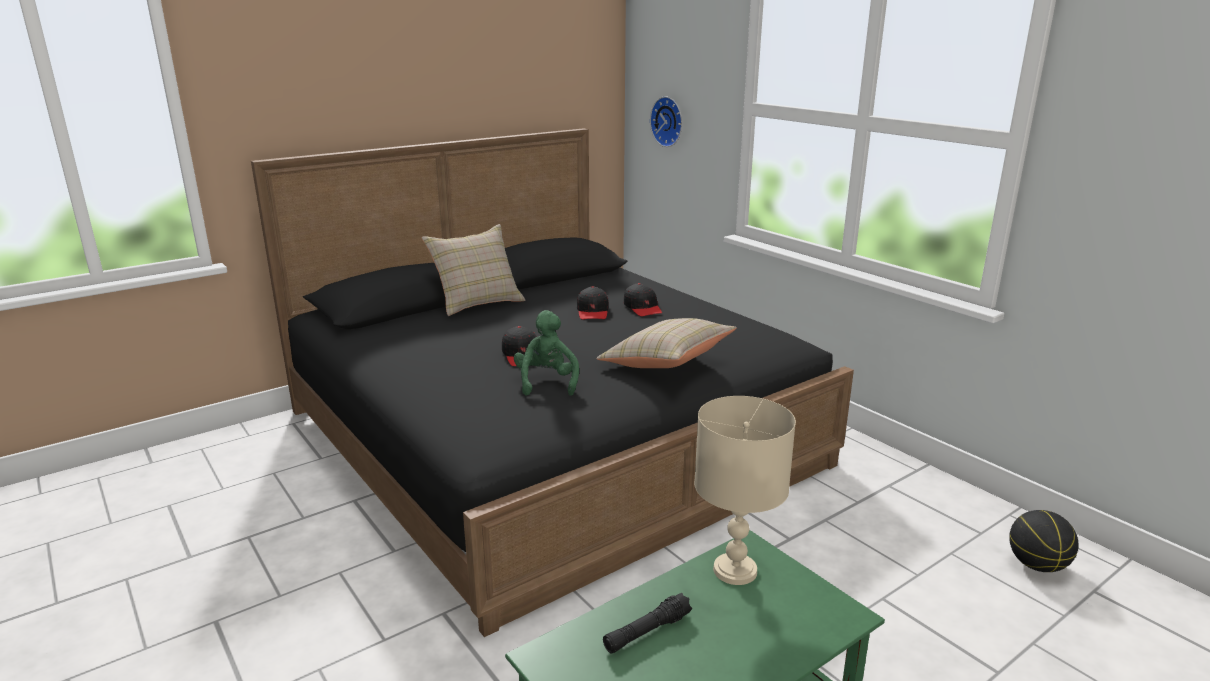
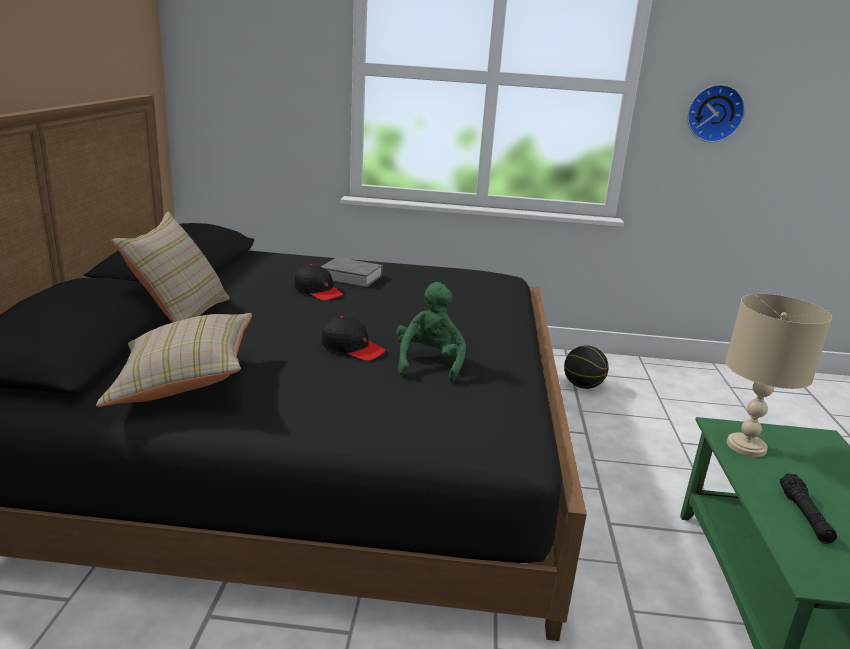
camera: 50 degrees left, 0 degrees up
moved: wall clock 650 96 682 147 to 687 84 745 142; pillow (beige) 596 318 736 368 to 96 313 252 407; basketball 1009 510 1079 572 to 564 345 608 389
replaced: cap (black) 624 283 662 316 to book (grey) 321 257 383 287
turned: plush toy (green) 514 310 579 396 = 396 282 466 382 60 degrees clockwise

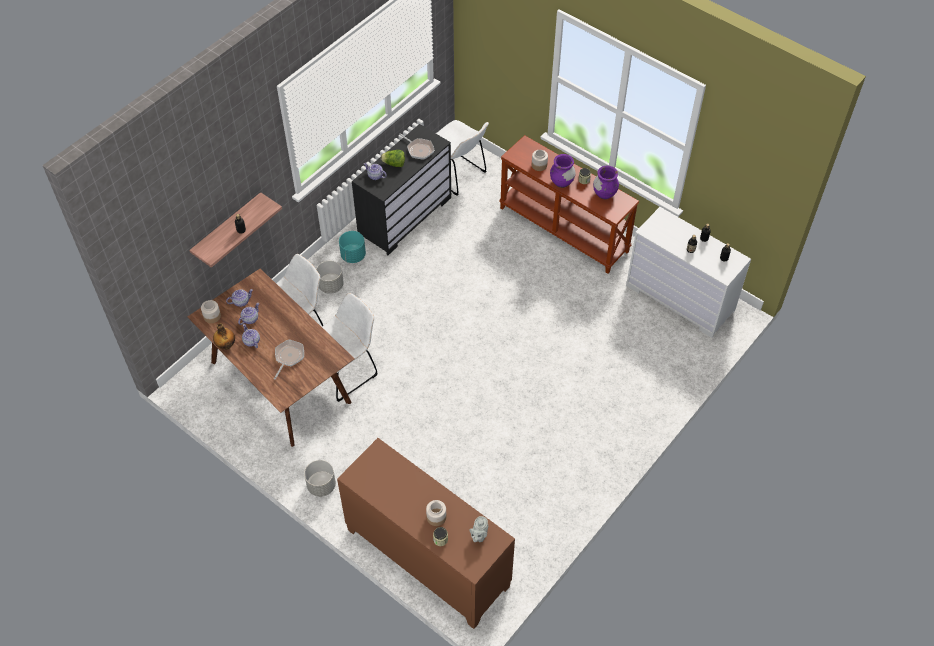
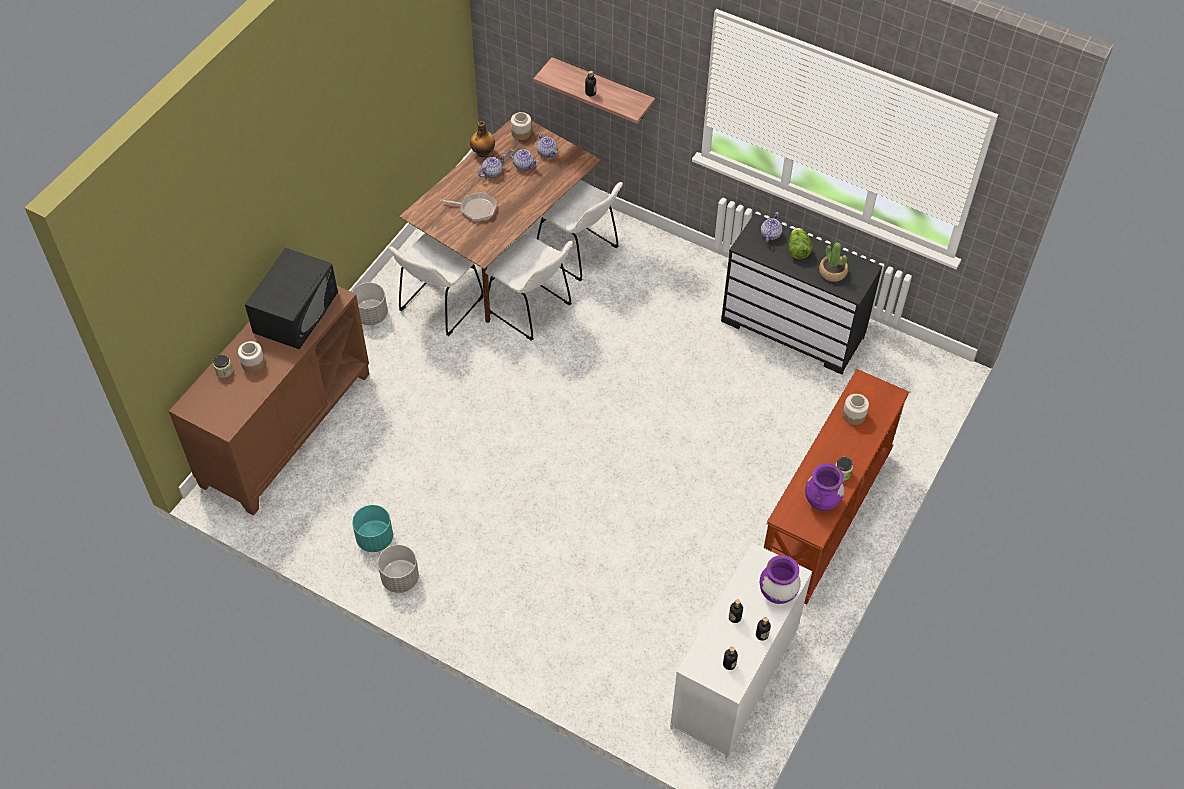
camera: 80 degrees right, 0 degrees up
removed: teapot (grey) 469 516 488 542
added: microwave (black) 245 248 338 349
moved: chair (white) 436 120 489 196 to 389 233 484 336; vase (purple) 550 154 575 188 to 760 555 801 604; planter (turquoise) 339 231 366 263 to 352 505 393 552; planter (grey) 316 261 344 294 to 378 545 419 593
replaced: frying pan 399 133 435 160 to potted plant 819 242 848 282

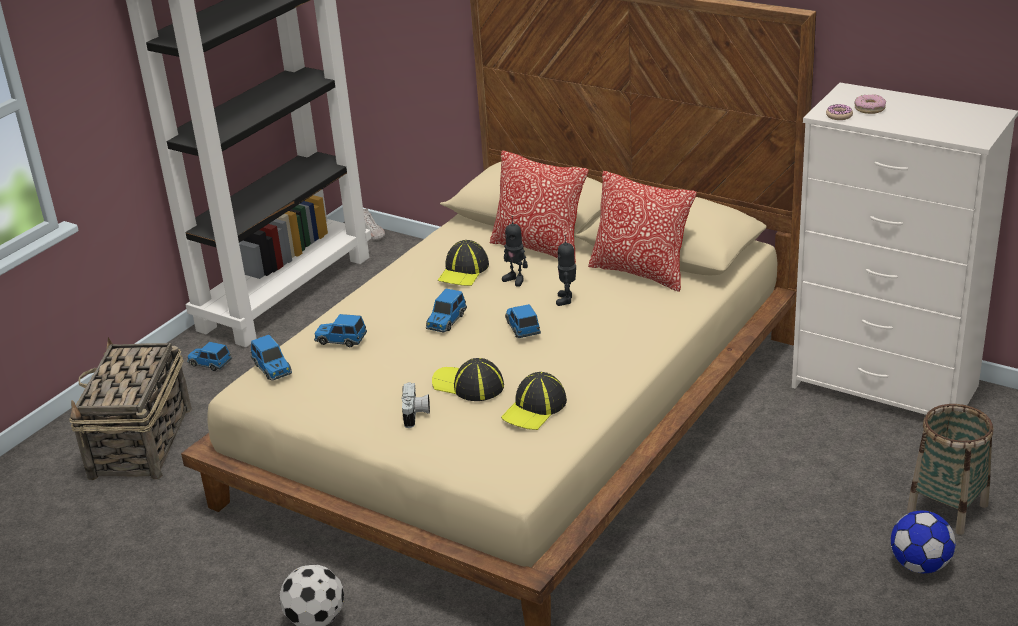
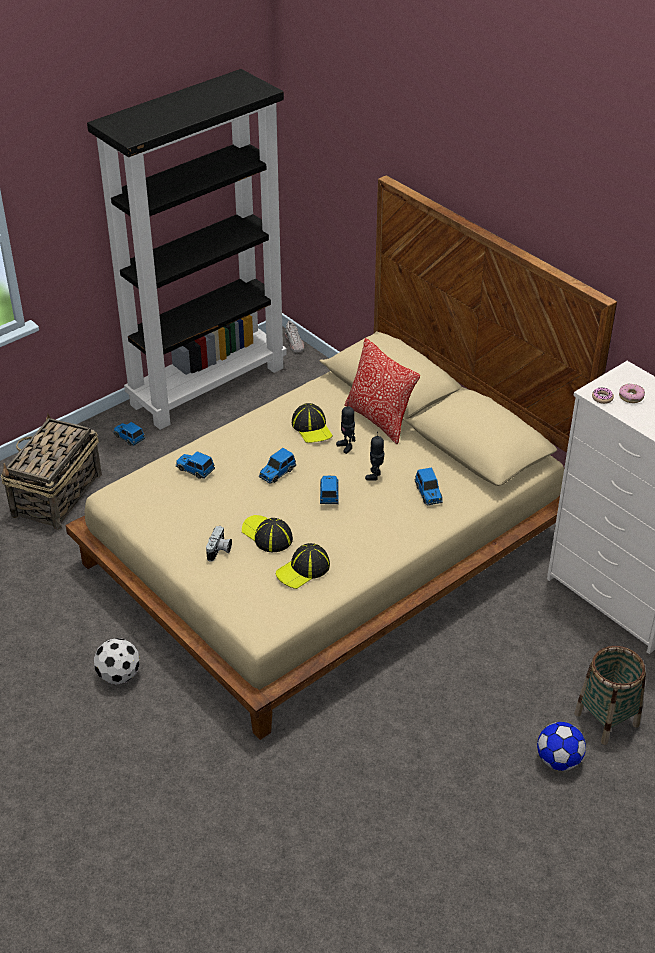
camera: 15 degrees right, 10 degrees up
removed: pillow 588 171 697 292
moved: toy car 251 335 292 381 to 415 467 443 505
turned: cap 438 240 489 286 = 292 403 333 443 60 degrees counterclockwise

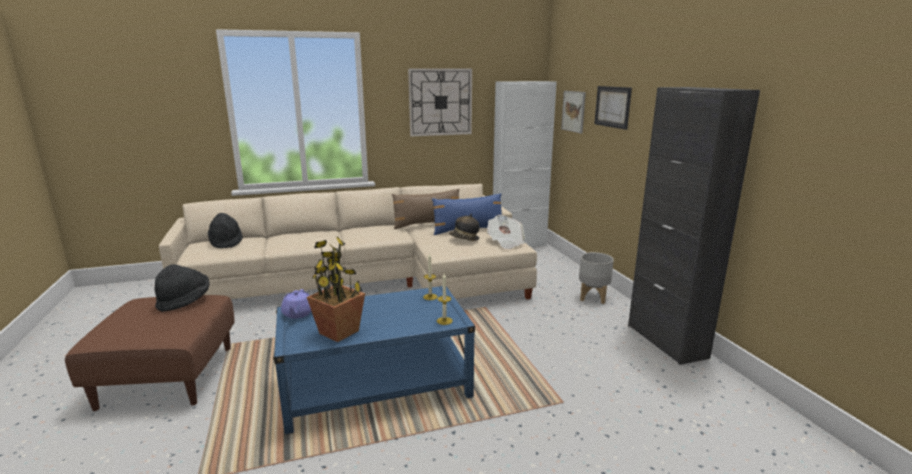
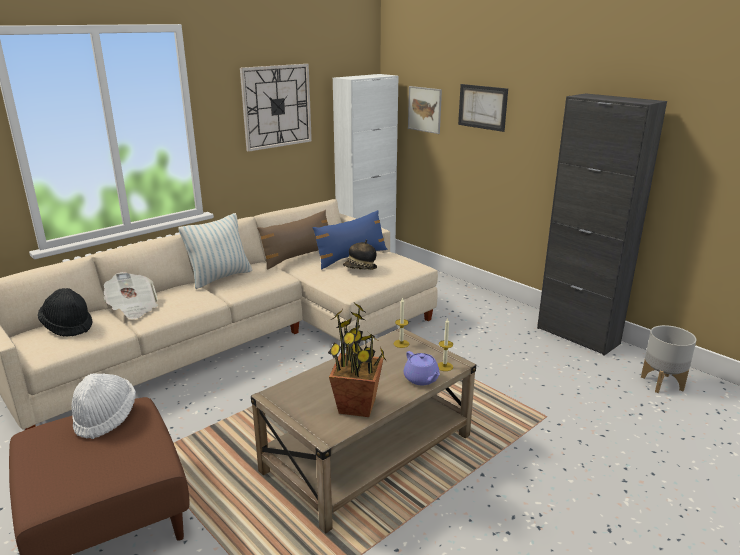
camera: 25 degrees left, 5 degrees up
added: pillow 178 213 252 289
moved: newspaper 487 215 525 249 to 104 272 158 320; planter (grey) 579 252 614 304 to 641 325 697 393; teapot (purple) 281 289 312 319 to 404 351 440 385
recoloured: hat (black) 154 264 209 312 to hat (white) 72 373 136 439; coffee table (blue) 273 286 475 434 to coffee table (beige) 251 328 476 533

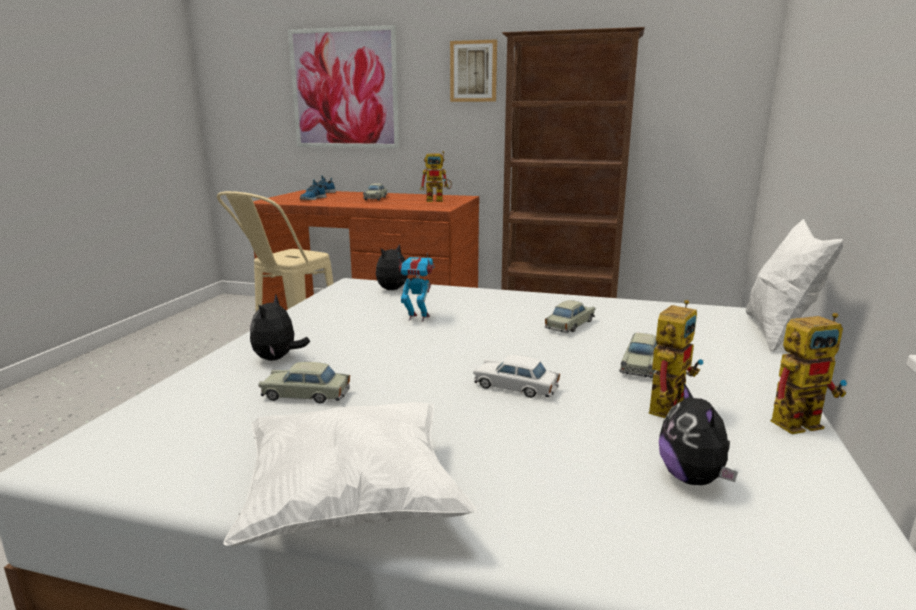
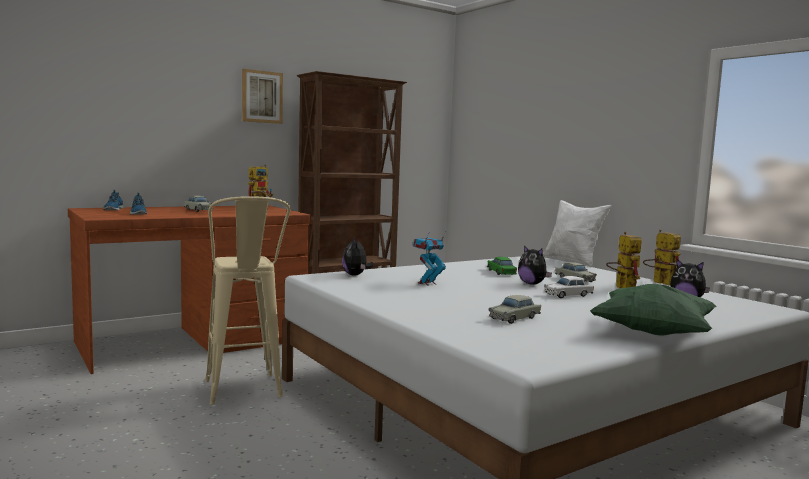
camera: 50 degrees left, 10 degrees down
removed: picture 288 25 399 148
moved: plush toy 250 294 310 361 to 518 245 552 285
recoloured: toy car (beige) 545 300 595 333 to toy car (green) 487 257 517 275; pillow (white) 223 402 477 547 to pillow (green) 590 284 717 336
turned: toy robot 771 313 847 434 = 643 229 681 286 60 degrees counterclockwise

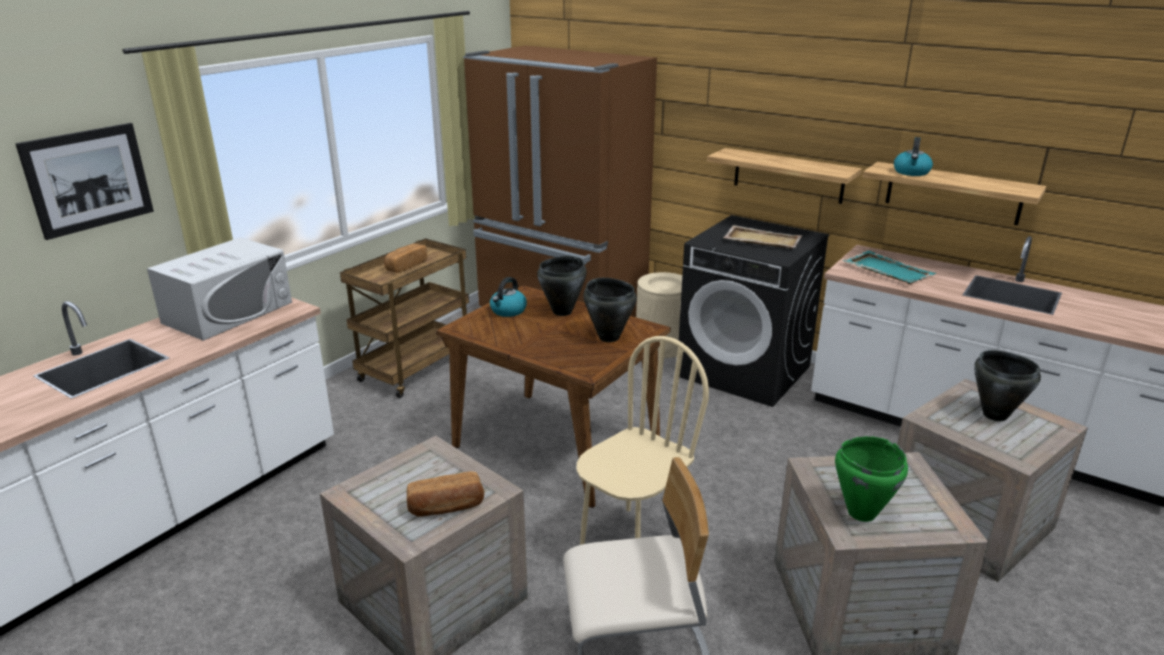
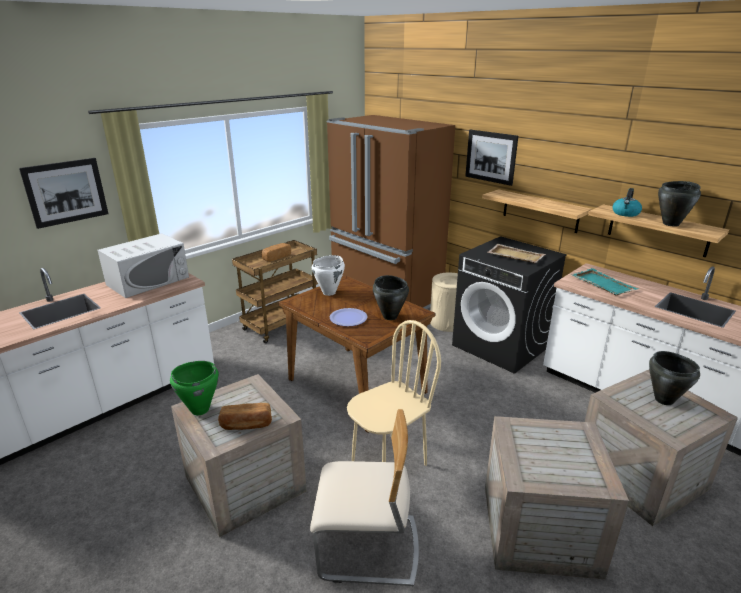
camera: 10 degrees right, 0 degrees up
added: picture 465 130 518 186; plate 330 308 368 326
moved: cooking pot (black) 537 256 586 316 to 658 181 701 227; cooking pot (green) 835 436 908 522 to 170 361 219 415
replaced: kettle 490 277 527 317 to cooking pot (white) 312 255 345 296

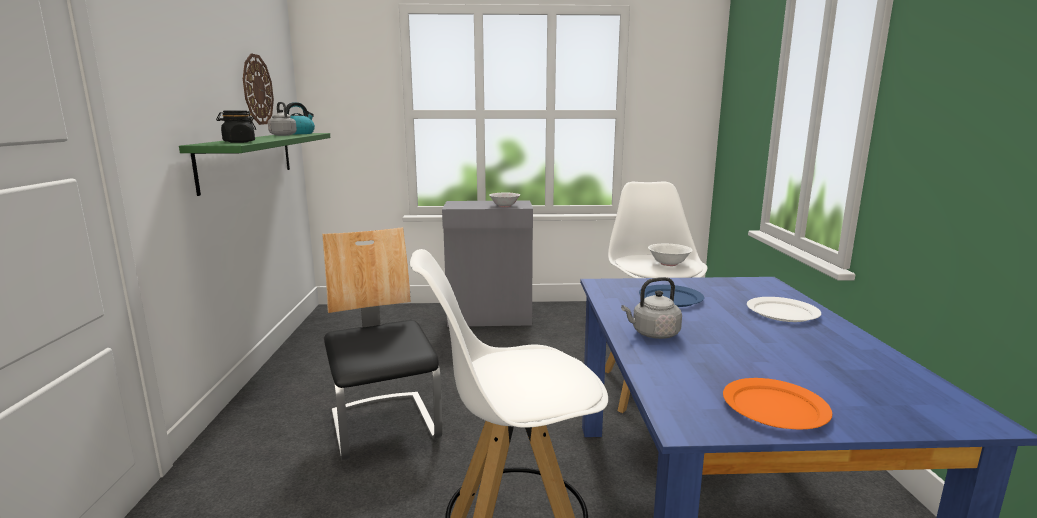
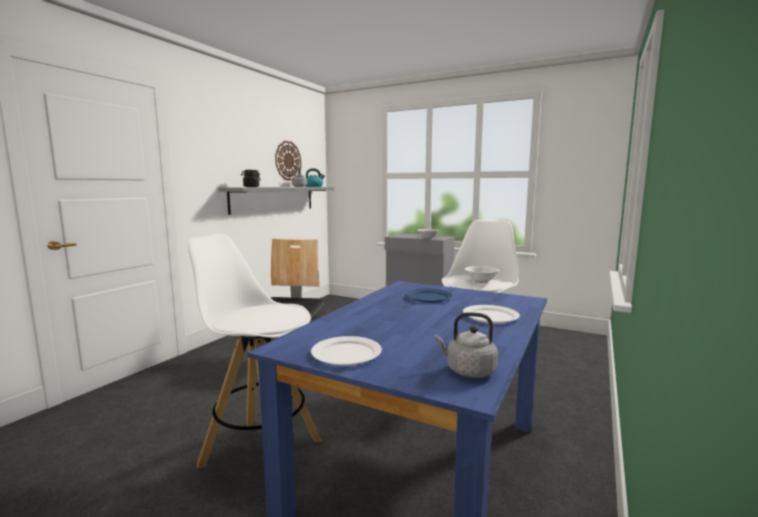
camera: 30 degrees right, 5 degrees down
moved: kettle (grey) 621 277 682 339 to 435 312 498 378
recoloured: shelf (green) 179 133 330 196 to shelf (grey) 219 187 335 215; plate (orange) 723 378 832 429 to plate (white) 311 336 382 366

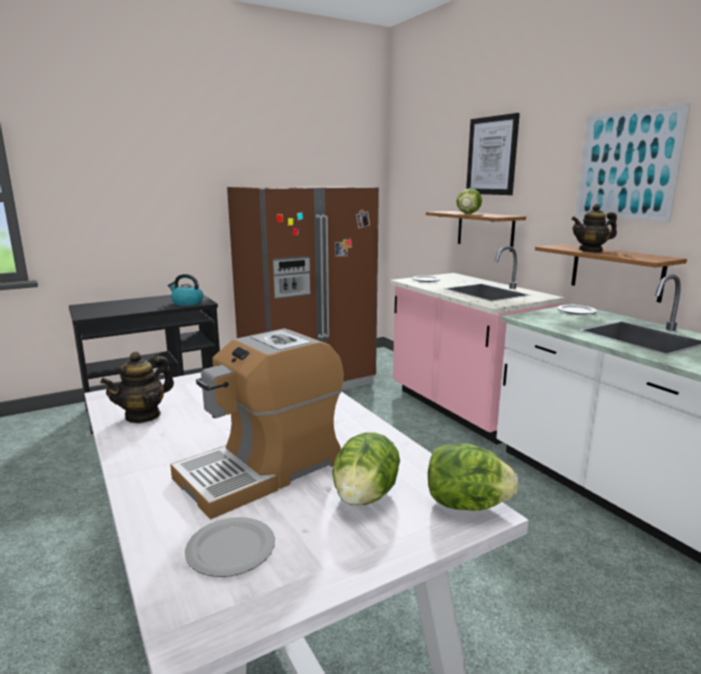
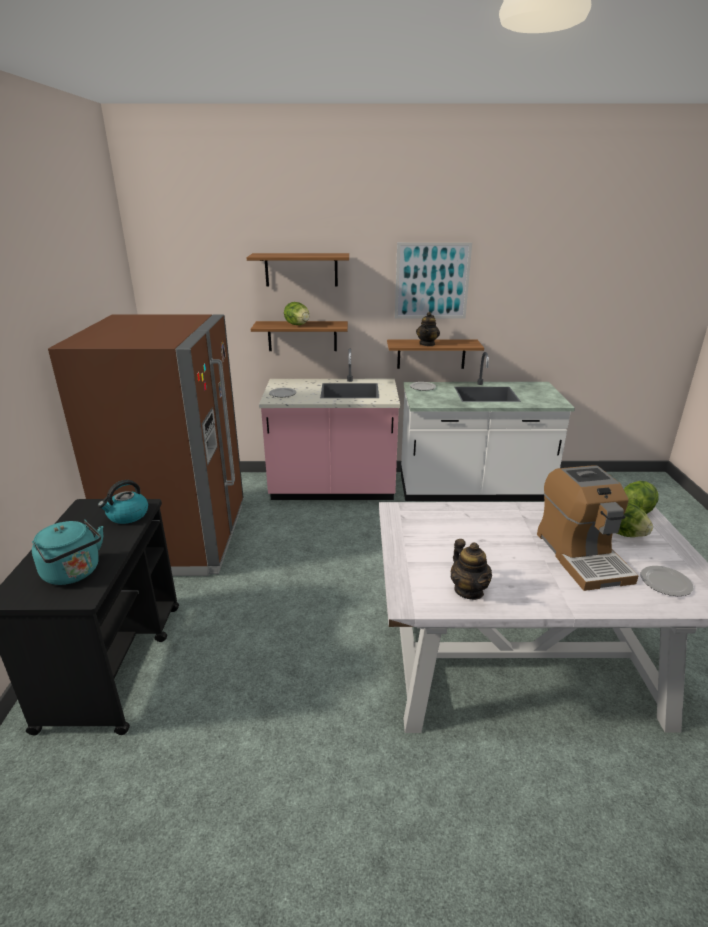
camera: 60 degrees left, 10 degrees up
added: kettle (turquoise) 32 520 103 585
replaced: picture 466 113 520 195 to shelf 246 253 349 287

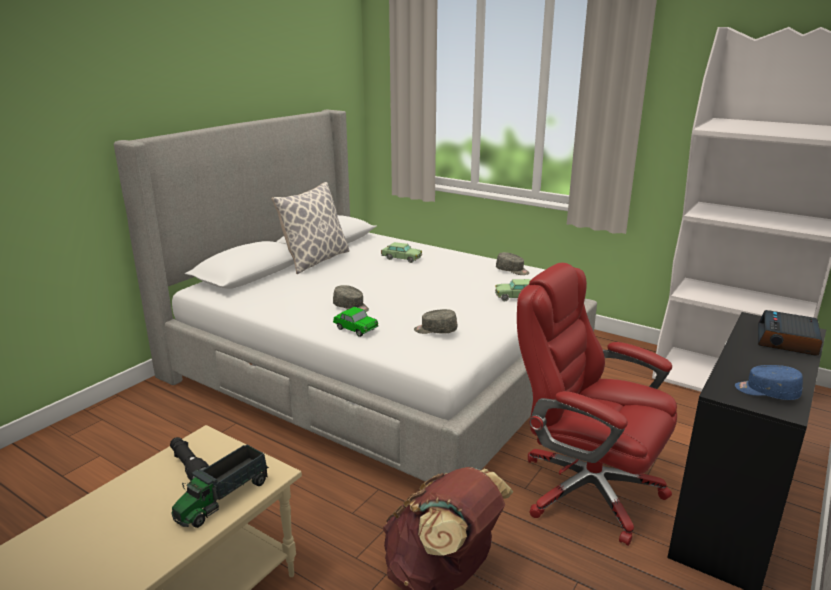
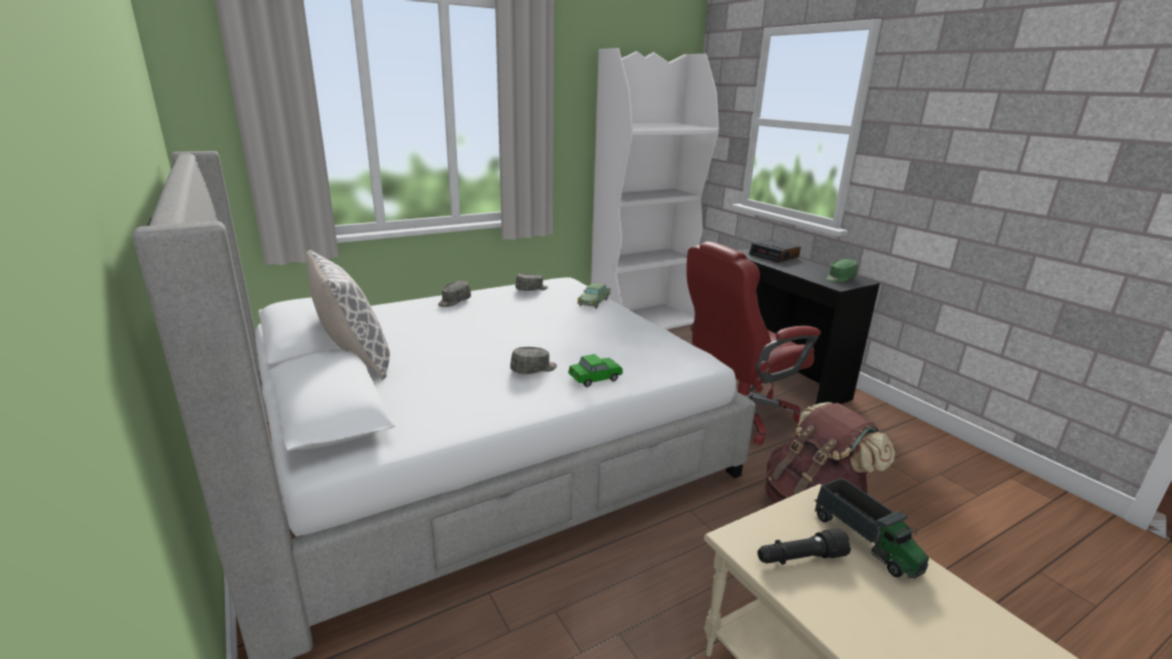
camera: 65 degrees left, 0 degrees up
removed: toy car 381 242 422 263
moved: cap (grey) 414 309 457 334 to 438 281 471 307
recoloured: cap (blue) 735 365 803 400 to cap (green) 826 259 857 282

